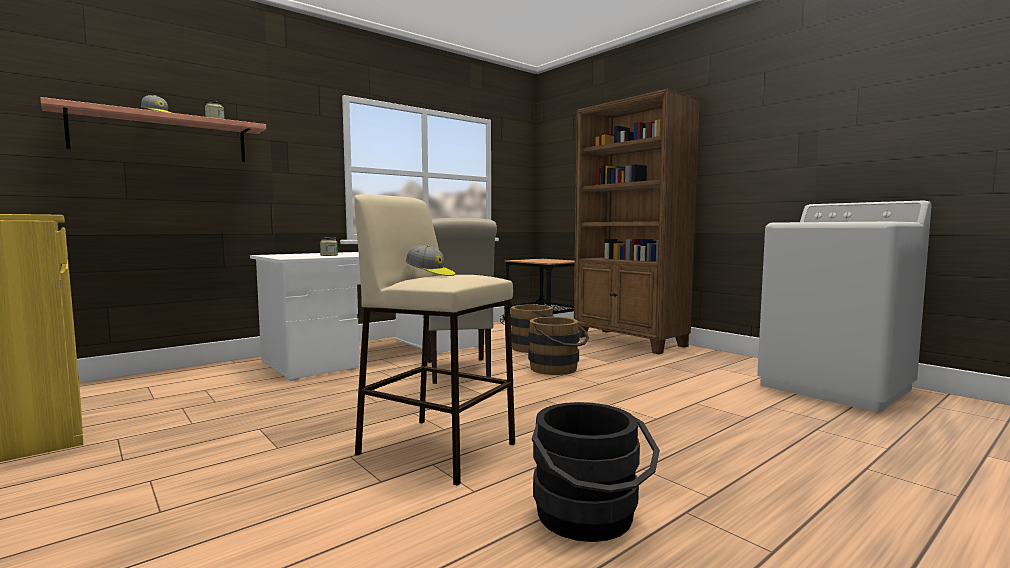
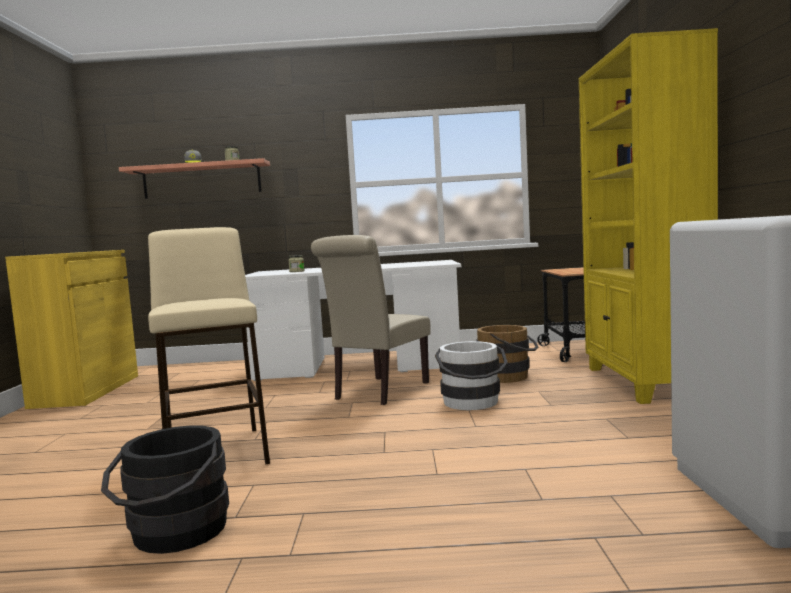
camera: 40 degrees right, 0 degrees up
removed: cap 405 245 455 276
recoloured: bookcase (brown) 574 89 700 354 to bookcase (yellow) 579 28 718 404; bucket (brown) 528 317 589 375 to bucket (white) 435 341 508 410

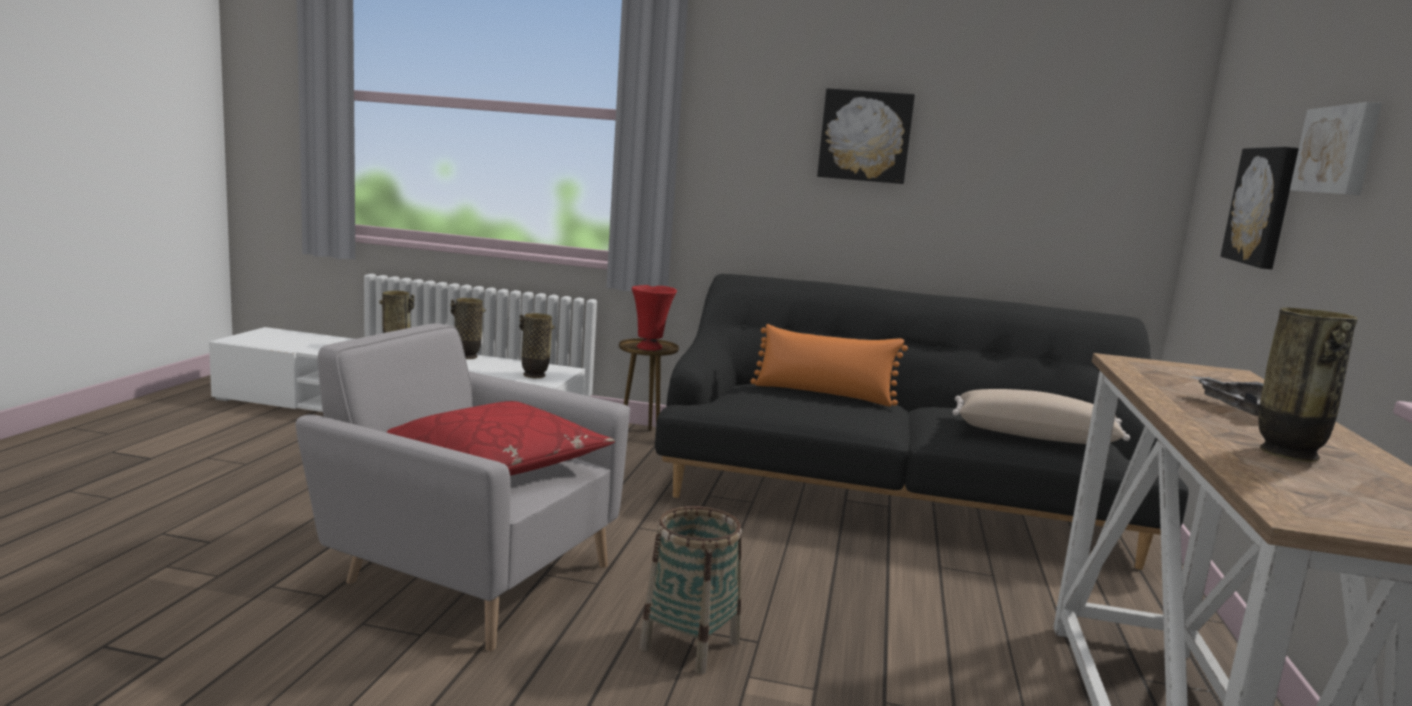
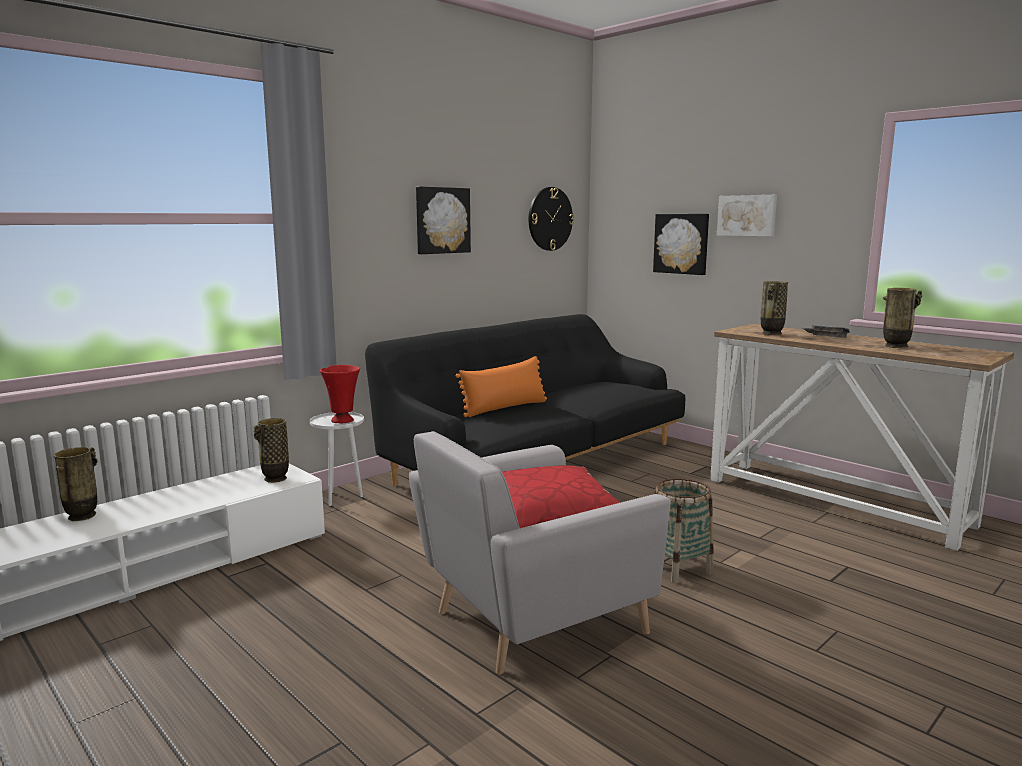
camera: 55 degrees left, 0 degrees up
removed: pillow (beige) 952 389 1130 444
added: wall clock 528 187 574 251
moved: vase 450 298 486 359 to 761 281 788 335
recoloured: side table (brown) 619 338 679 431 to side table (white) 310 412 364 507

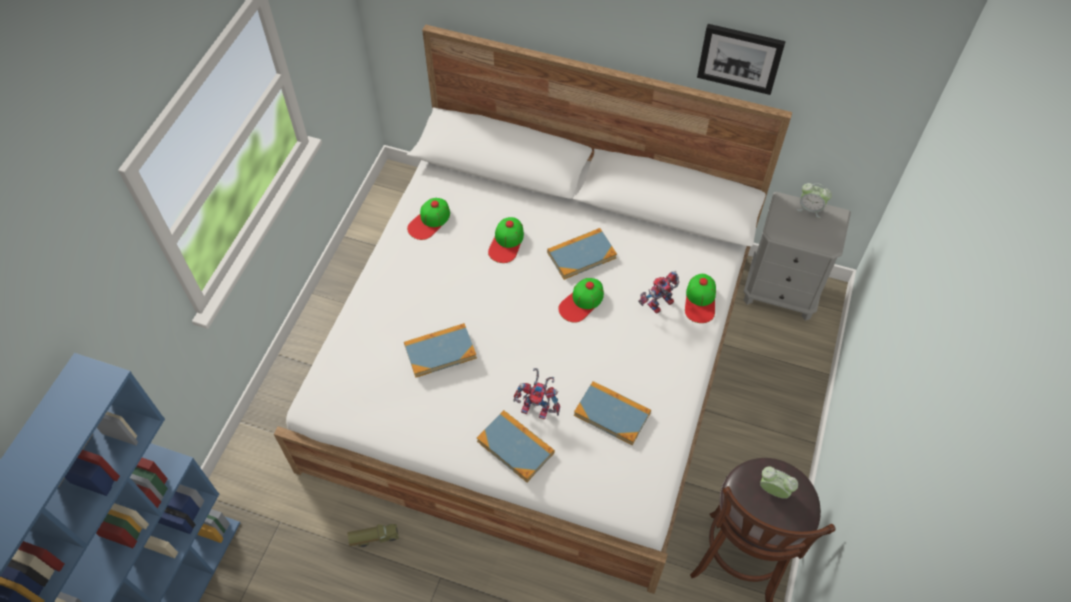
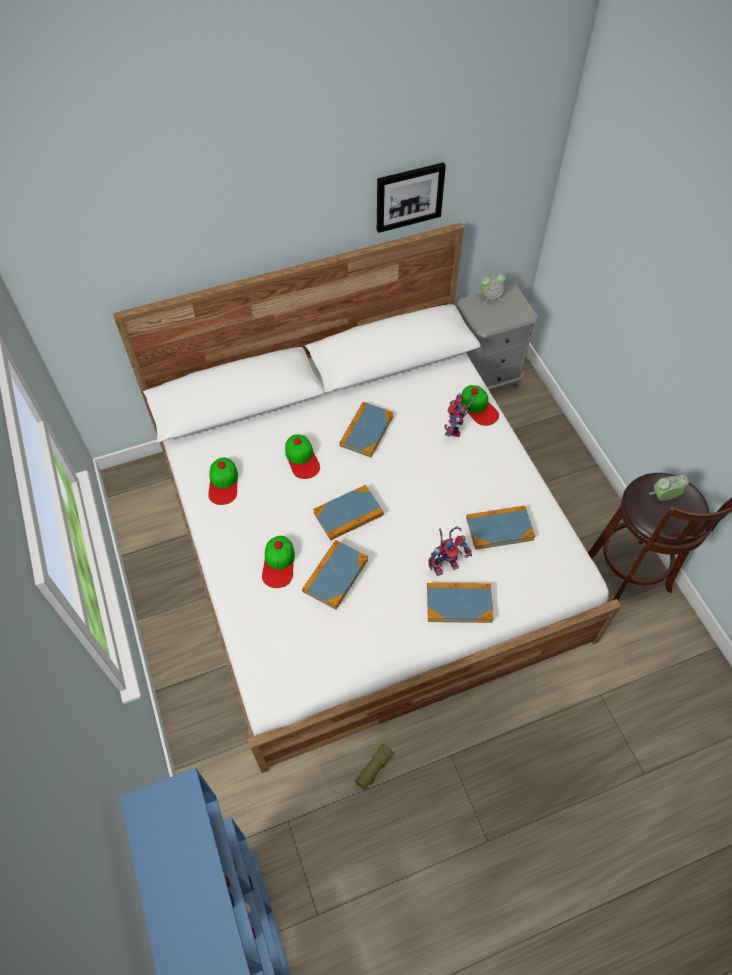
camera: 40 degrees left, 0 degrees up
added: book 313 485 384 541
moved: cap 558 278 604 323 to 262 536 295 588

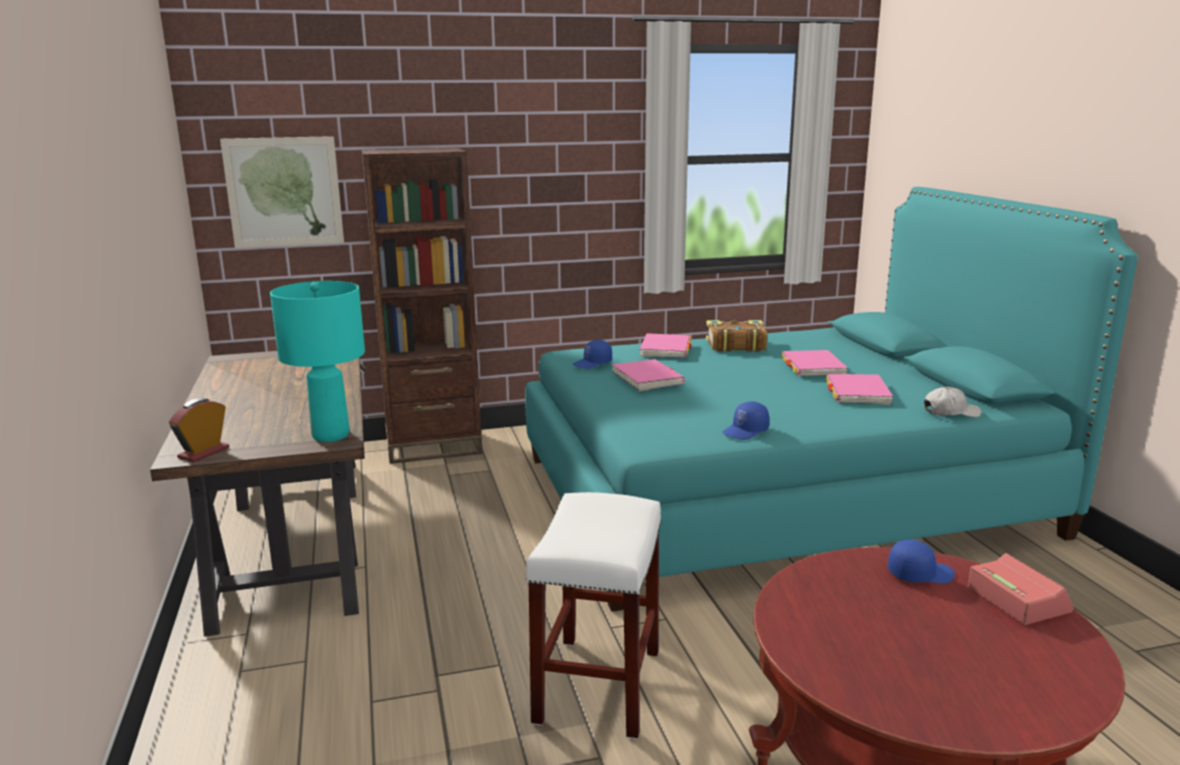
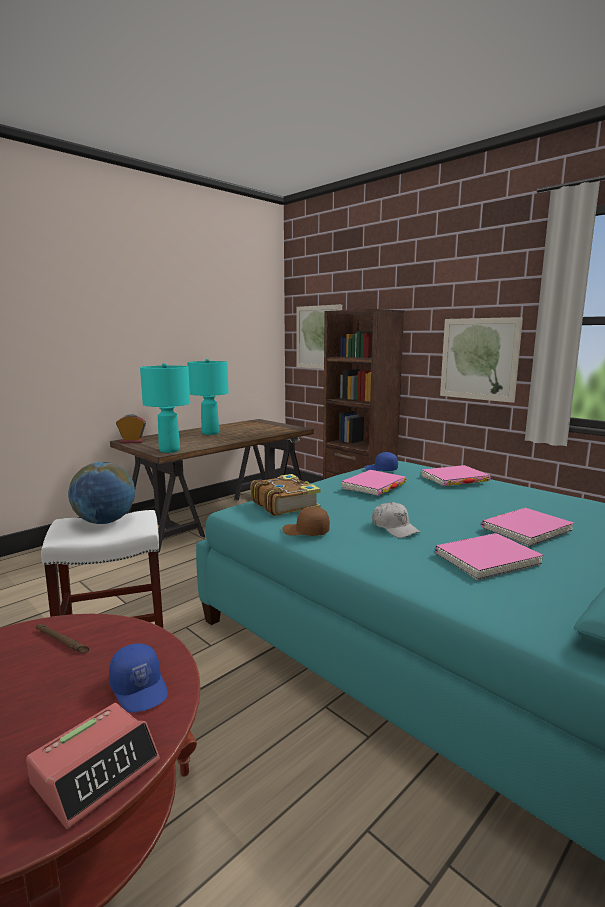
camera: 60 degrees right, 5 degrees down
added: picture 440 317 523 403; table lamp (turquoise) 187 359 229 435; globe 68 462 135 524; flashlight (brown) 36 624 89 653
moved: book 706 320 767 352 to 251 474 321 516; cap (white) 924 387 981 417 to 372 502 420 538
recoloured: cap (blue) 722 401 769 440 to cap (brown) 282 506 330 536

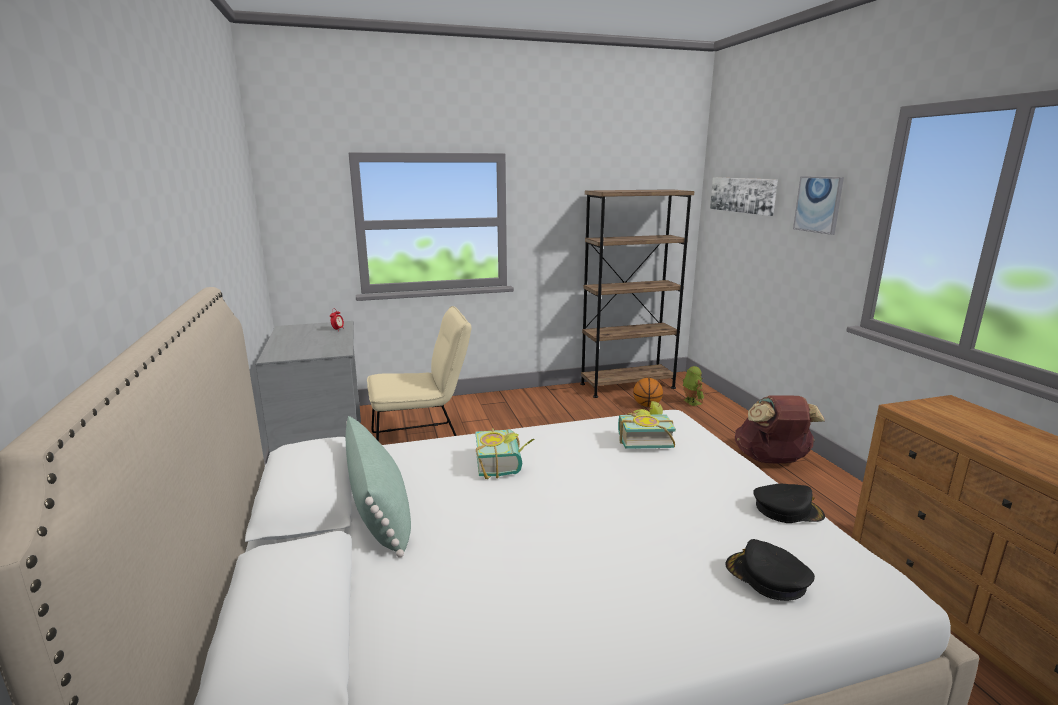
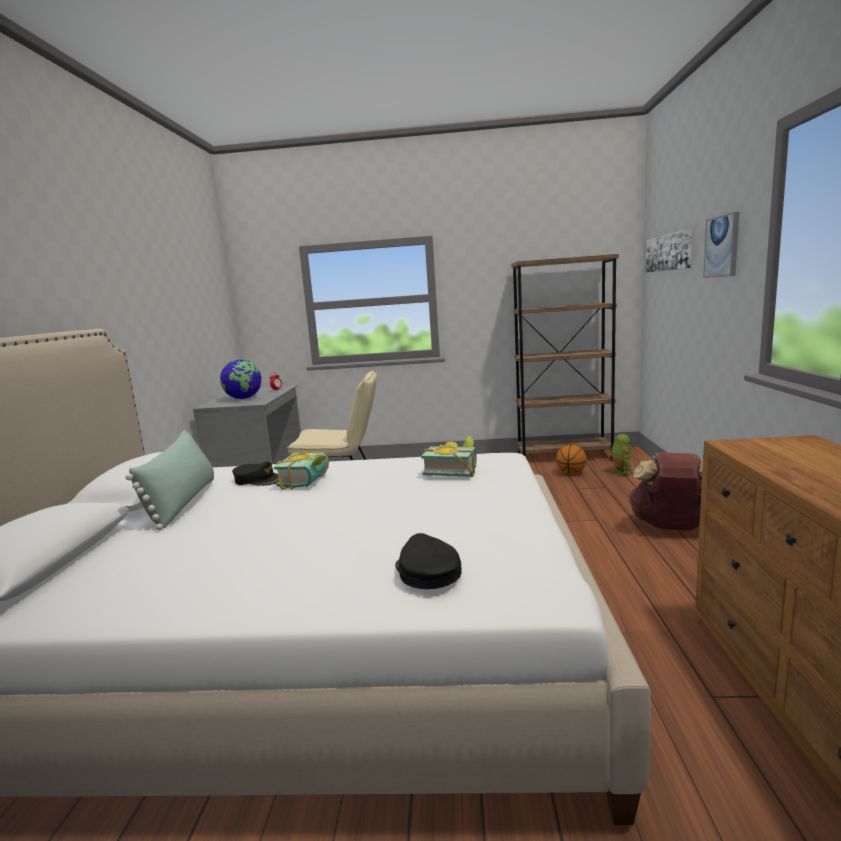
camera: 20 degrees right, 5 degrees down
added: globe 220 360 261 399
moved: cap (black) 753 484 825 523 to 232 462 279 486

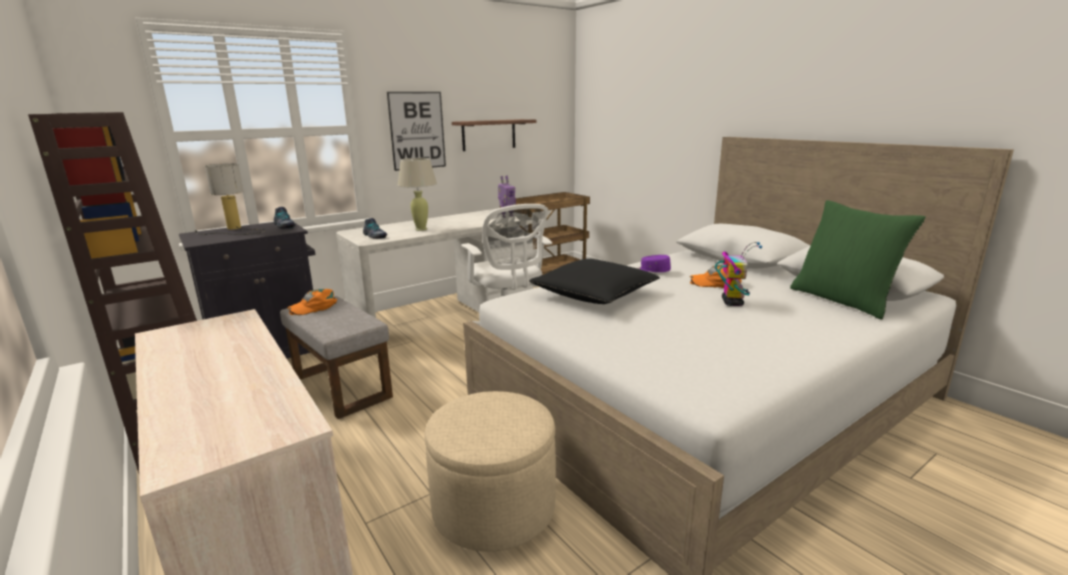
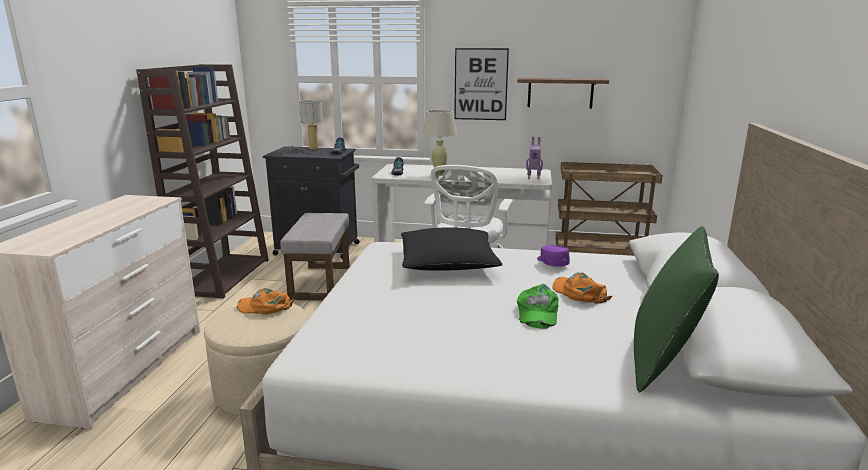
camera: 45 degrees right, 0 degrees up
moved: cap (orange) 288 289 337 315 to 237 288 294 314
replaced: toy robot 715 242 762 306 to cap (green) 517 284 559 329

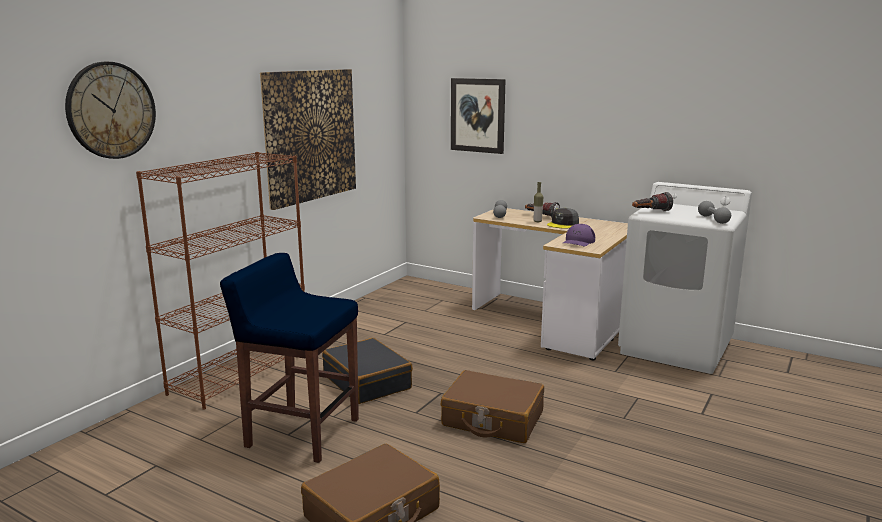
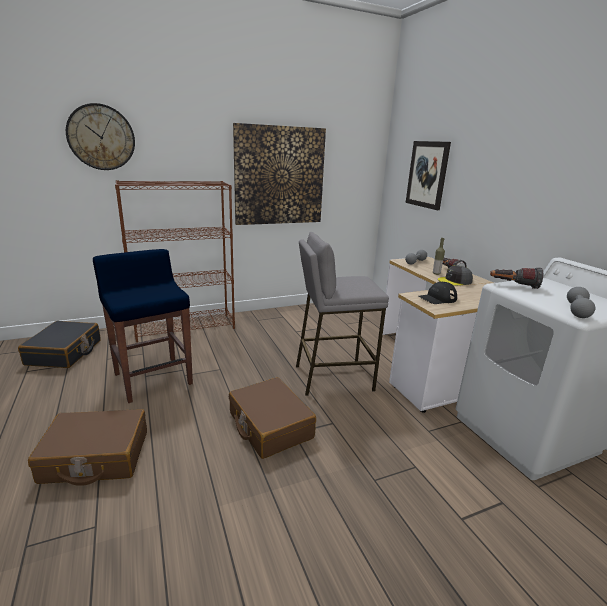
camera: 35 degrees right, 5 degrees up
added: stool (grey) 296 232 389 396
moved: suitcase (black) 322 338 413 404 to 18 321 101 368
recoloured: cap (purple) 563 224 595 246 to cap (black) 418 282 457 304

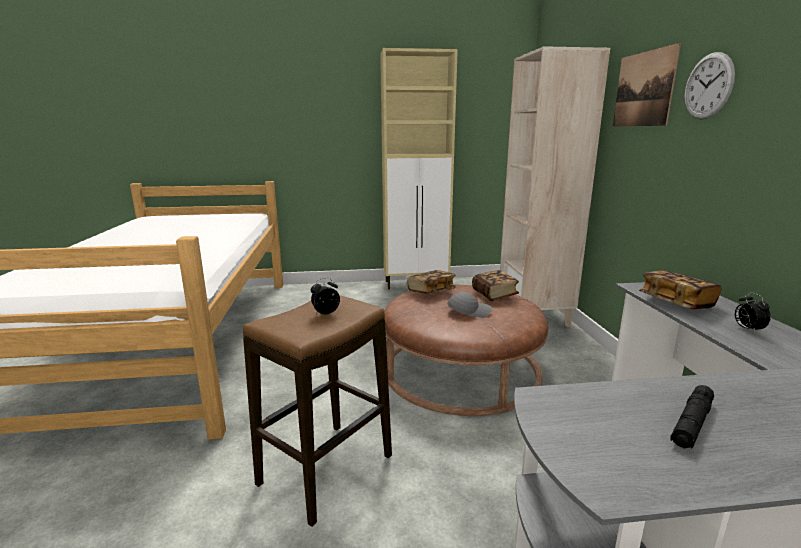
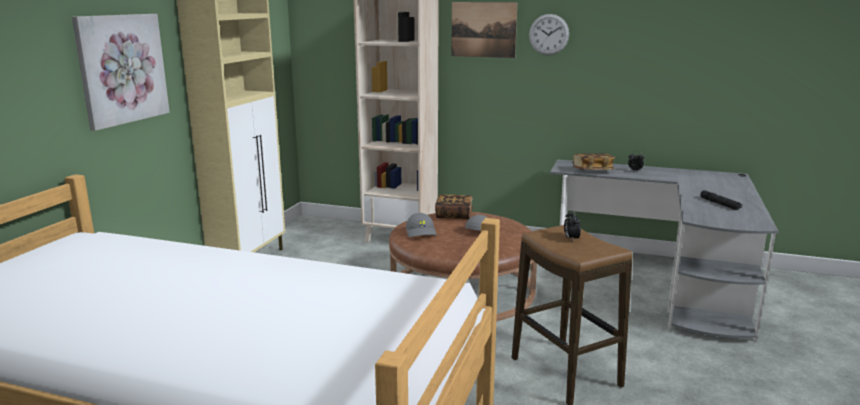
camera: 65 degrees left, 0 degrees up
added: picture 72 14 170 131
replaced: book 407 270 456 294 to cap (grey) 406 213 437 237

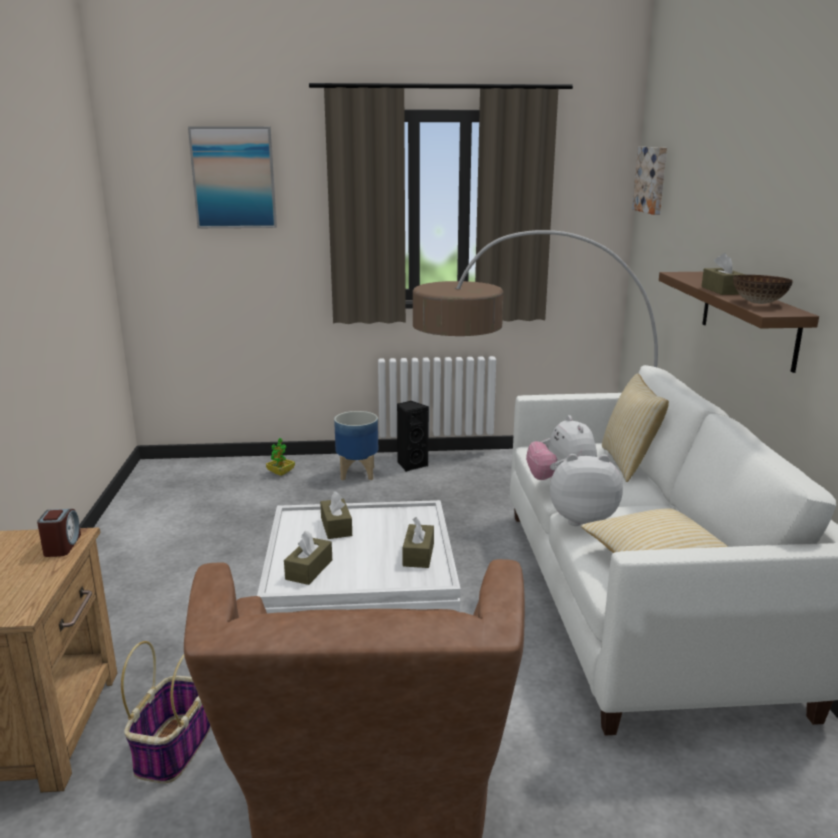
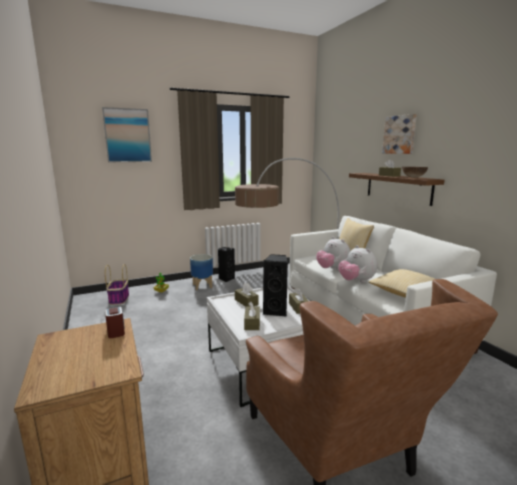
camera: 20 degrees left, 5 degrees down
added: speaker (black) 263 254 288 316
moved: picture 632 147 667 215 to 382 114 417 154; basket 121 641 211 784 to 105 264 129 305
turned: plush toy 550 454 623 526 = 338 245 377 283 105 degrees counterclockwise

